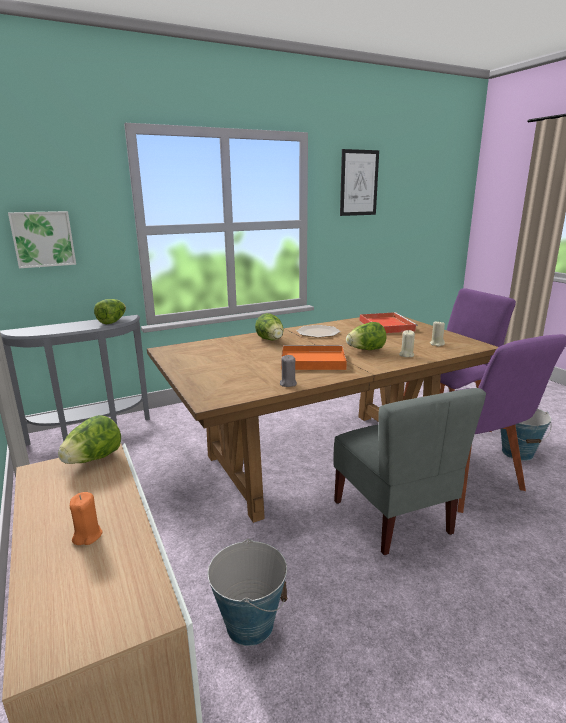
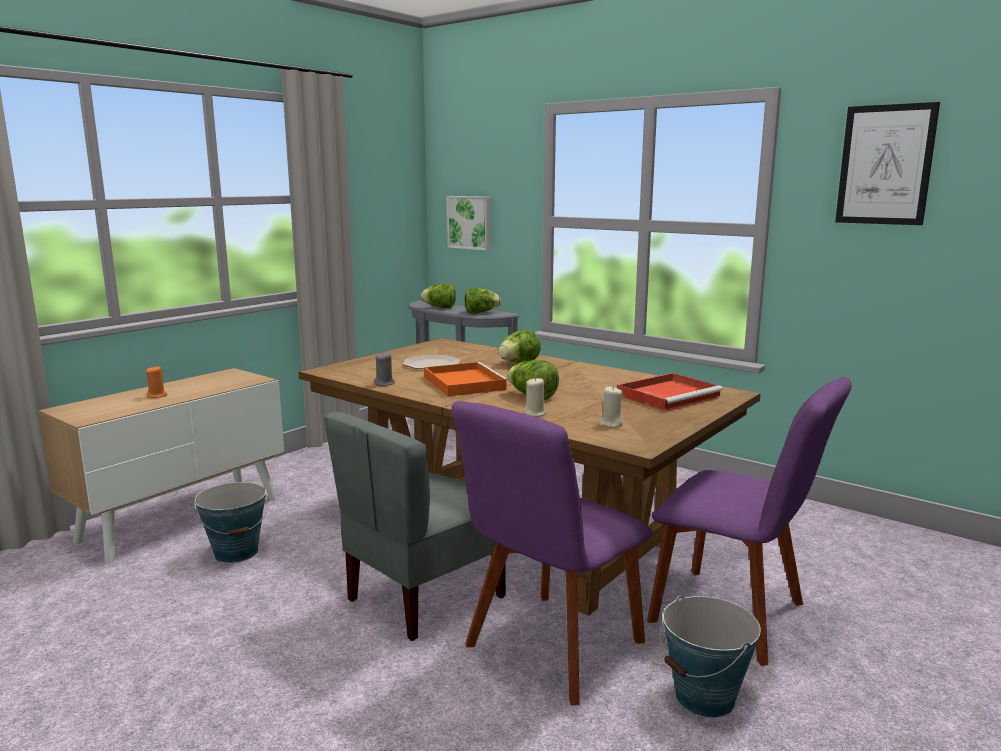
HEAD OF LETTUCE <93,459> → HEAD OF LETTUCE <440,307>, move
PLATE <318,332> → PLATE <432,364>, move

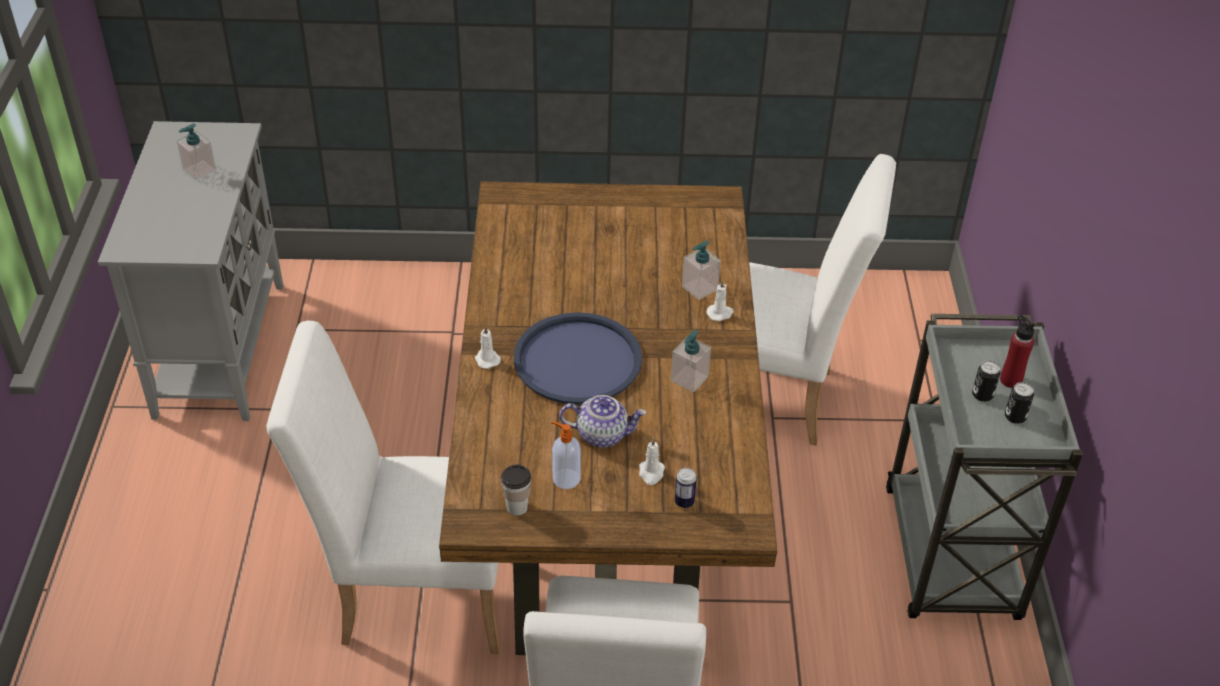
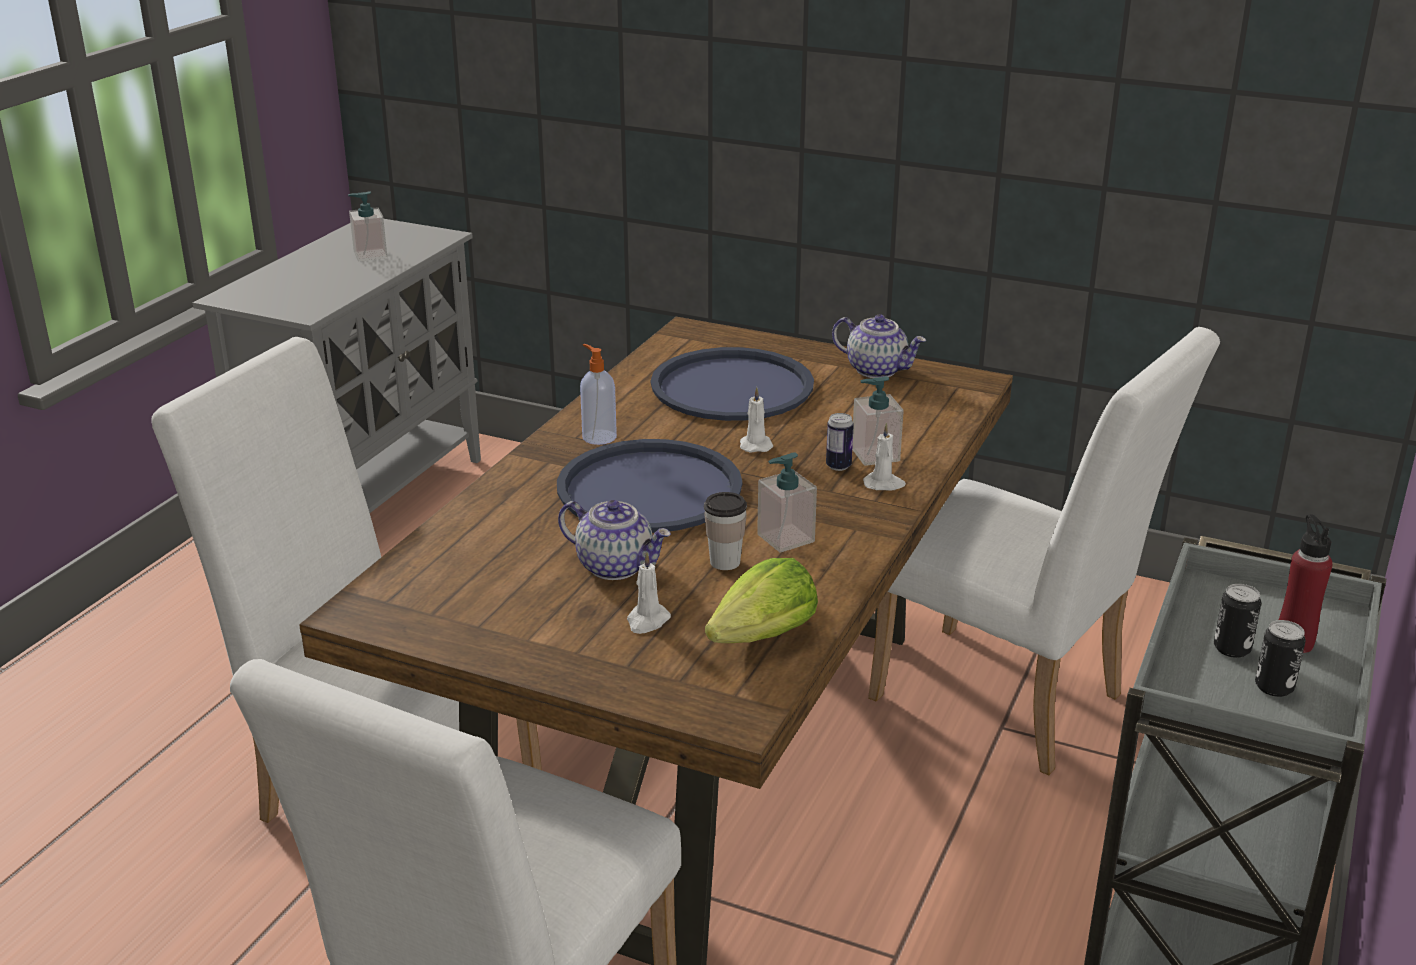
WHITE-COLOURED WAX LIGHT <486,359> → WHITE-COLOURED WAX LIGHT <755,445>, move
SMALL CUP <517,507> → SMALL CUP <725,562>, move
LIQUID SOAP BOTTLE <565,478> → LIQUID SOAP BOTTLE <598,437>, move
CAN <684,502> → CAN <838,466>, move
- → BLUE CARRYING TRAY <732,387>
- → HEAD OF LETTUCE <764,636>
- → TEAPOT <877,370>

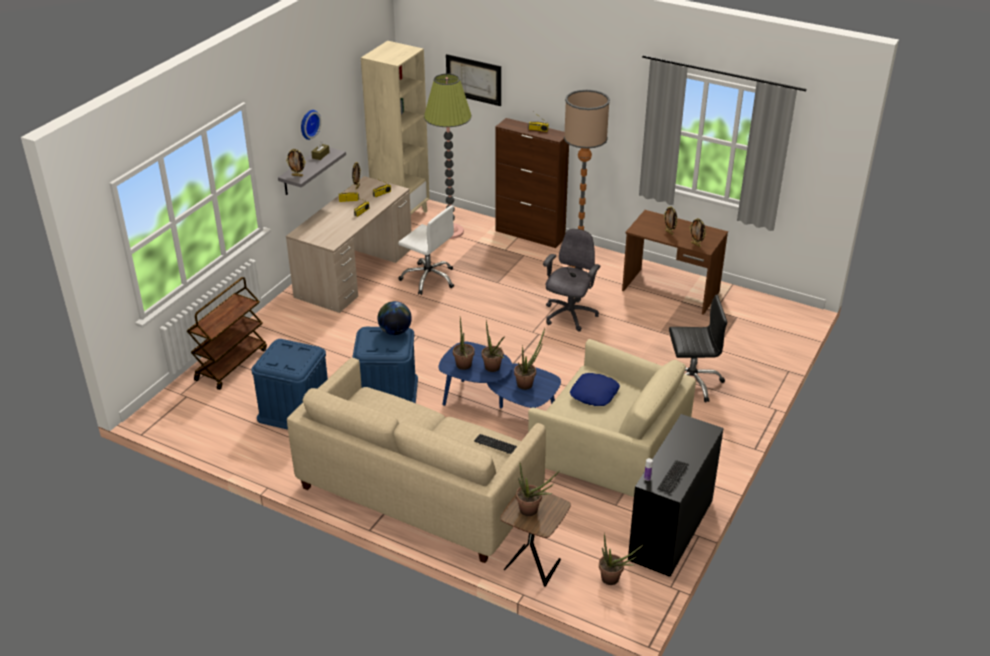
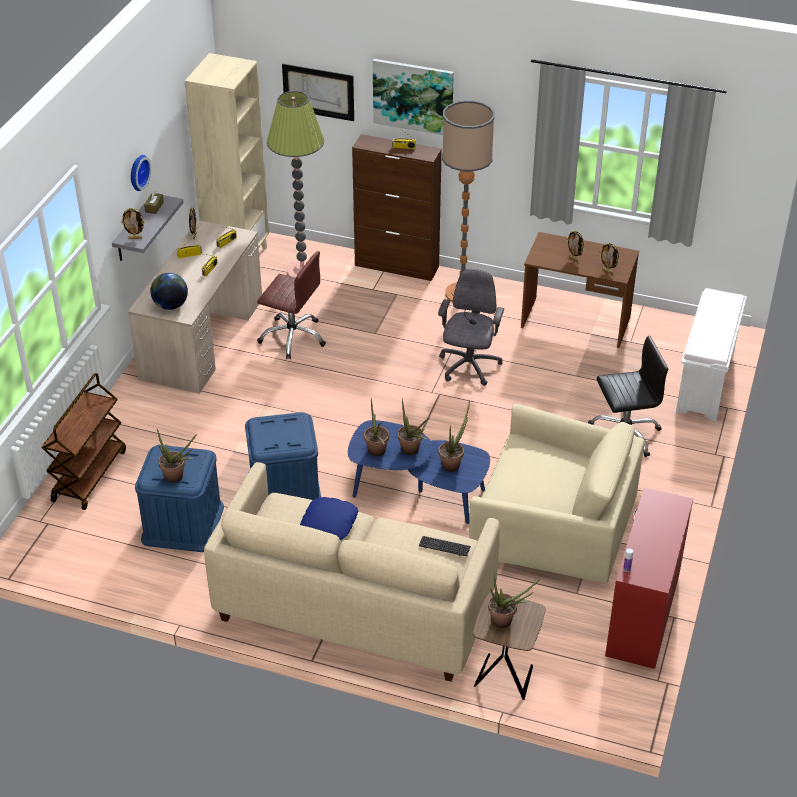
WORLD GLOBE <395,331> → WORLD GLOBE <170,305>, move
WHITE-COLOURED COMPUTER CHAIR <428,278> → BROWN-COLOURED COMPUTER CHAIR <293,337>
BLUE PILLOW <594,393> → BLUE PILLOW <328,523>, move
PLANT IN A POT <614,580> → PLANT IN A POT <177,477>, move
BLACKISH DESK TABLE <671,530> → RED-COLOURED DESK TABLE <643,614>
KEYBOARD <673,477> → -
- → PICTURE <413,96>
- → WHITE-COLOURED INDOOR BENCH <705,383>

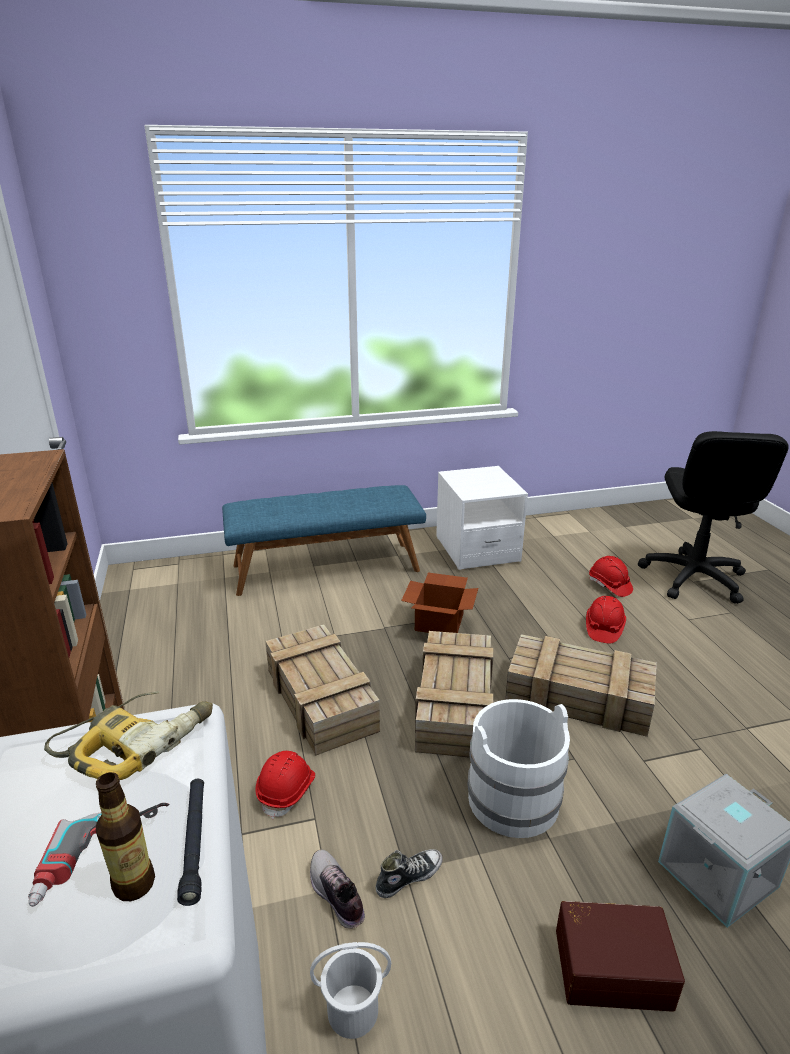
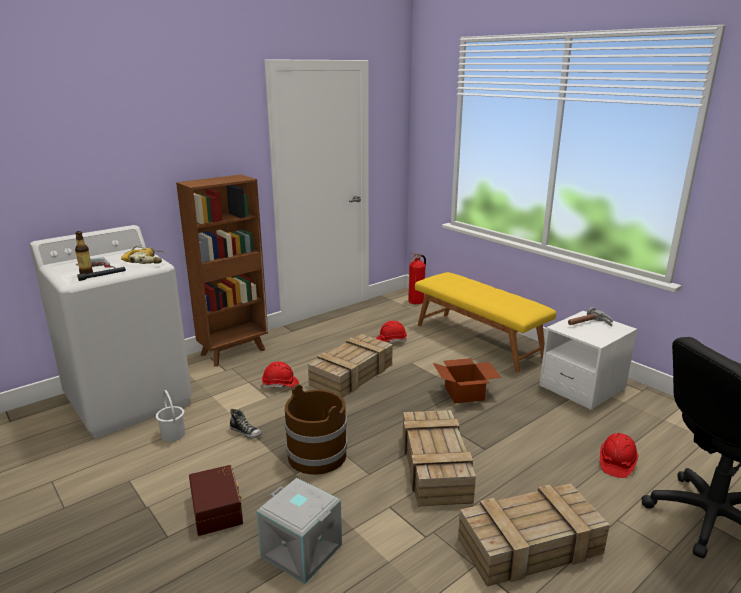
BLUE INDOOR BENCH <326,567> → YELLOW-COLOURED INDOOR BENCH <478,340>
SHOE <336,895> → -
CRATE <455,706> → CRATE <528,546>, move
WHITE-COLOURED WATER BUCKET <513,800> → BROWN-COLOURED WATER BUCKET <316,455>
RED-COLOURED HARD HAT <603,628> → RED-COLOURED HARD HAT <391,341>, move
- → EXTINGUISHER <416,301>
- → HAND HAMMER <589,324>

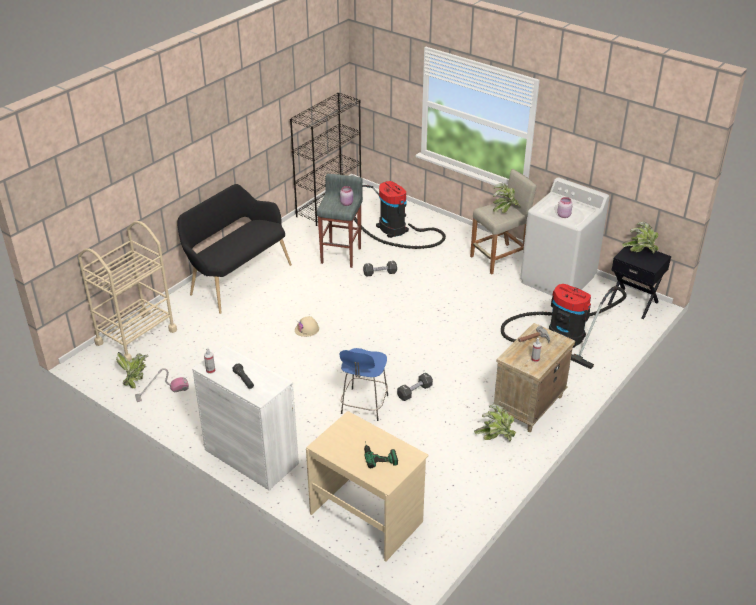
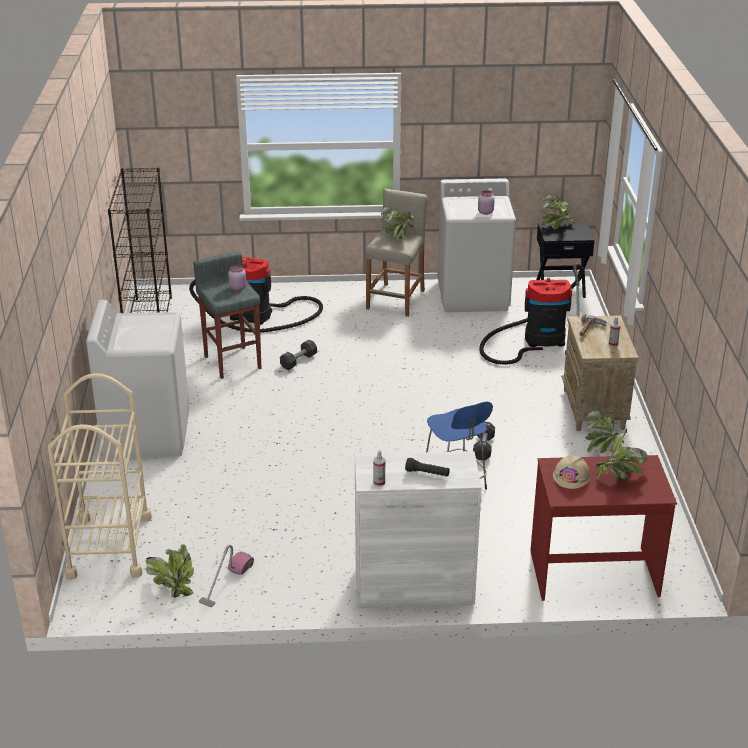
BLACKISH INDOOR BENCH <237,279> → WHITE-COLOURED LAUNDRY MACHINE <146,434>
SAND-COLOURED HARD HAT <307,329> → SAND-COLOURED HARD HAT <571,476>, move
SAND-COLOURED DESK TABLE <367,517> → RED-COLOURED DESK TABLE <593,572>
DRILL <379,454> → PLANT IN A POT <620,476>

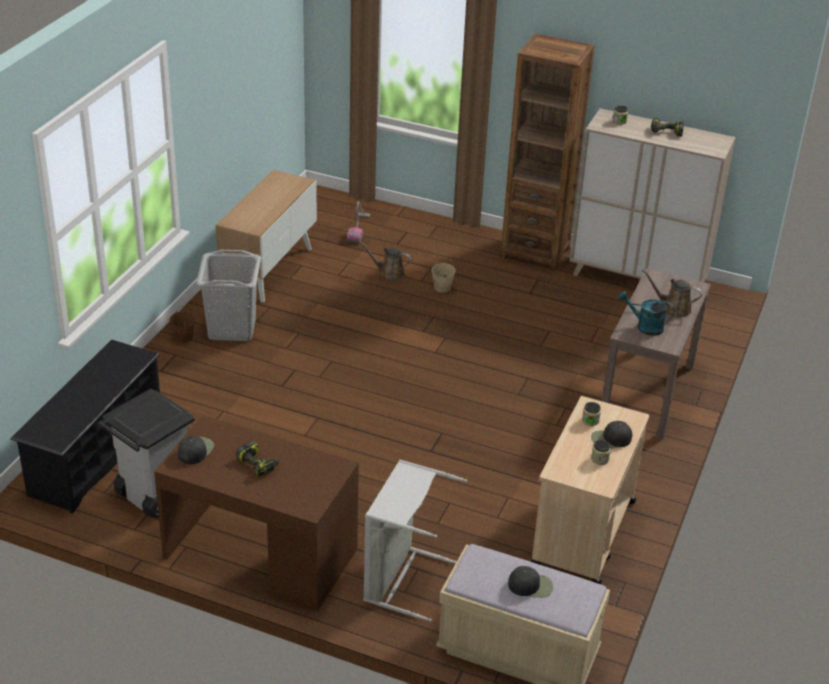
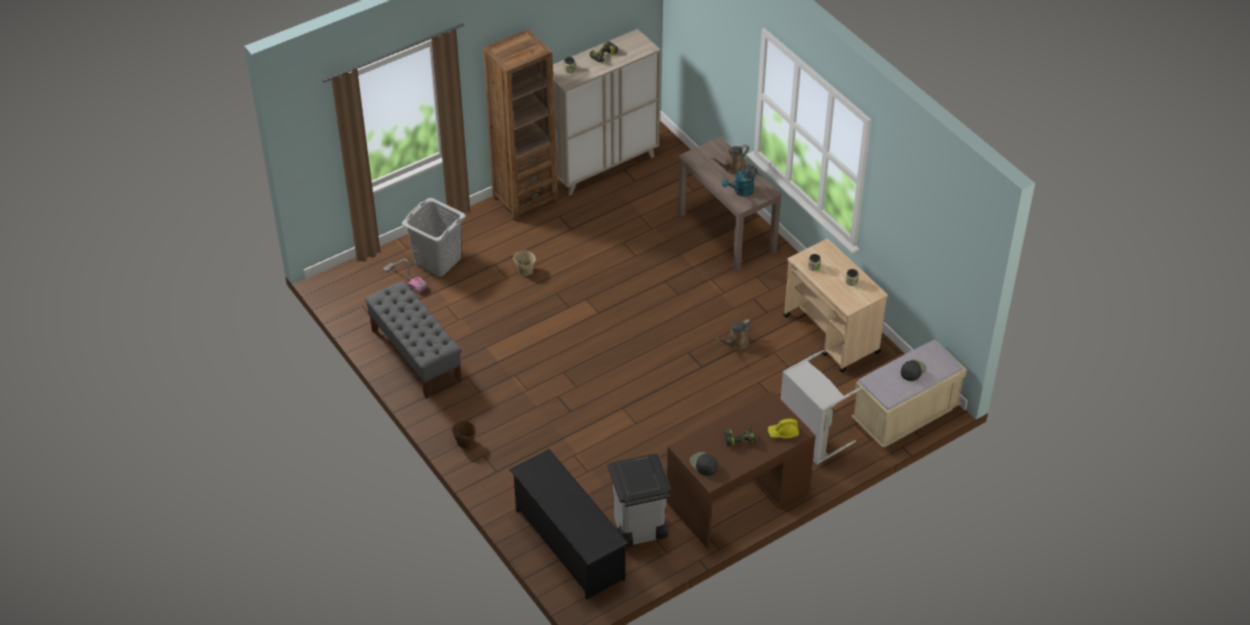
GREY WASHING BASKET <232,328> → GREY WASHING BASKET <438,261>, move
STORAGE CABINET <269,269> → GREY INDOOR BENCH <415,355>
BROWN-COLOURED SPRINKLING CAN <389,273> → BROWN-COLOURED SPRINKLING CAN <736,344>, move
BLACKISH CAP <611,439> → -
- → YELLOW-COLOURED HARD HAT <783,432>

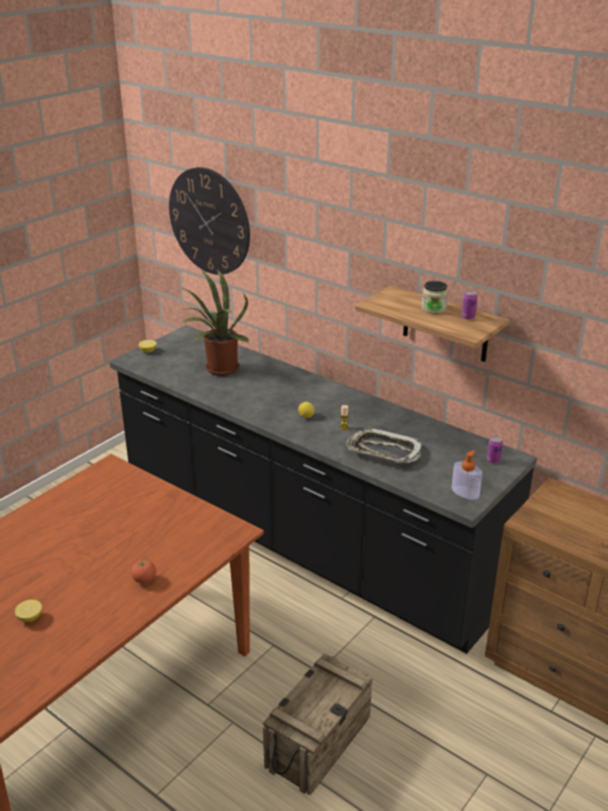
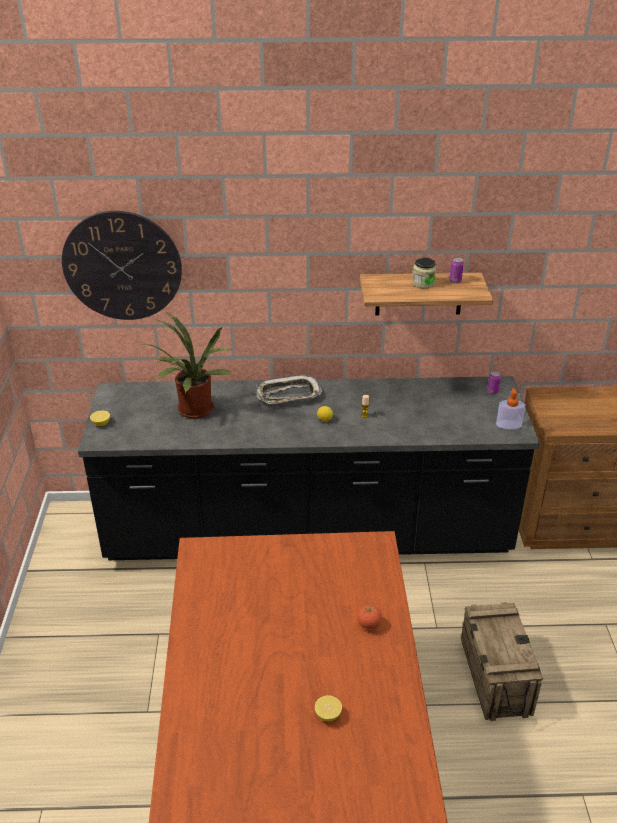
CARRYING TRAY <383,451> → CARRYING TRAY <288,395>, move

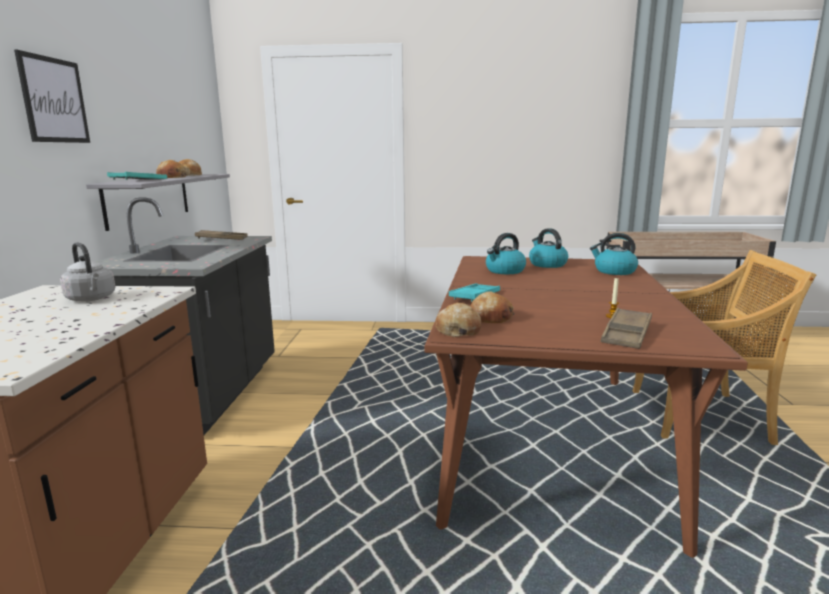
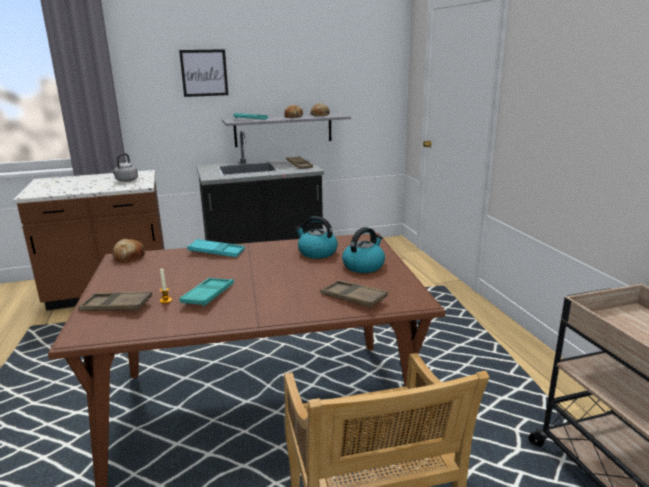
BAKED BREAD <490,317> → -
WATER KETTLE <614,271> → BROWN-COLOURED CARRYING TRAY <353,298>
- → TURQUOISE-COLOURED CARRYING TRAY <208,295>

